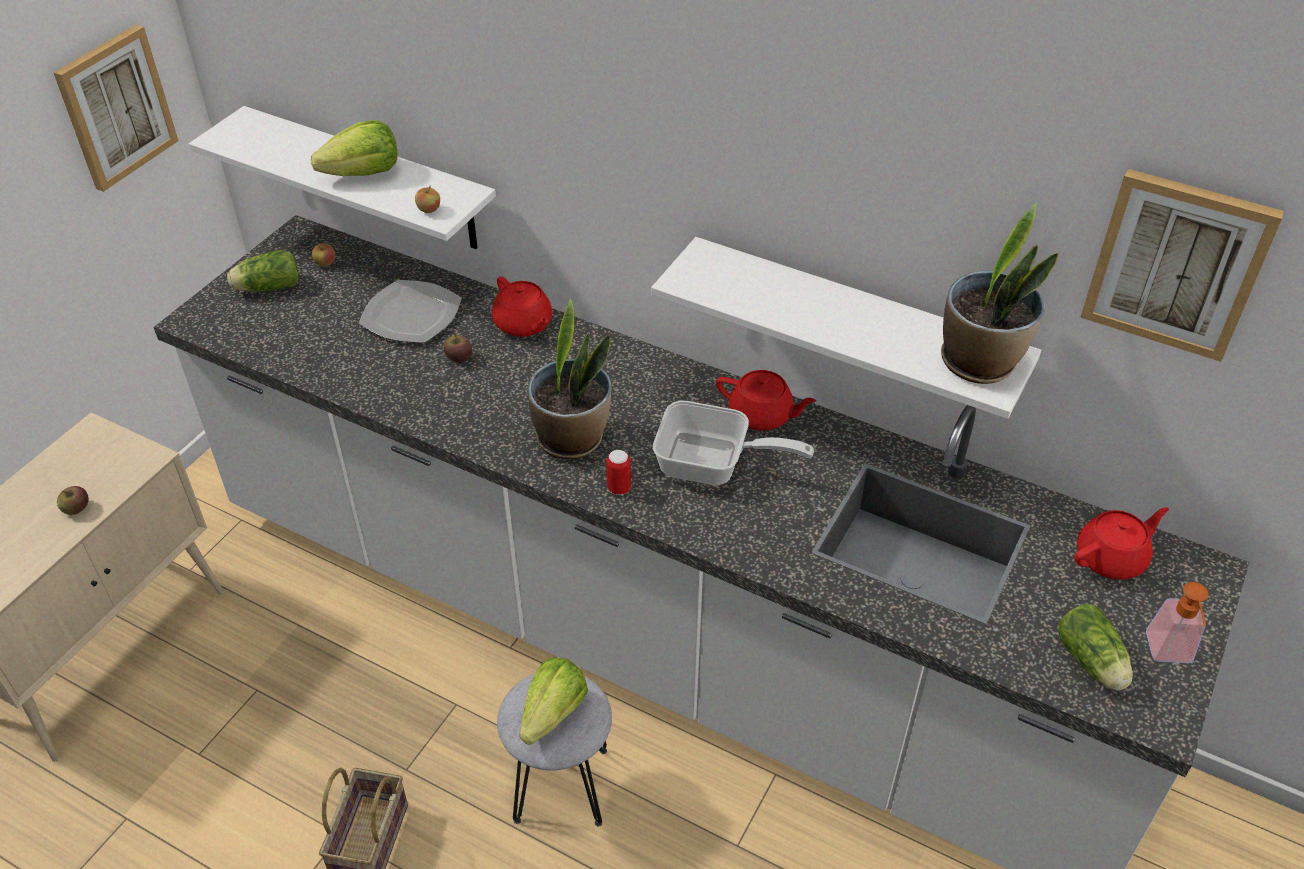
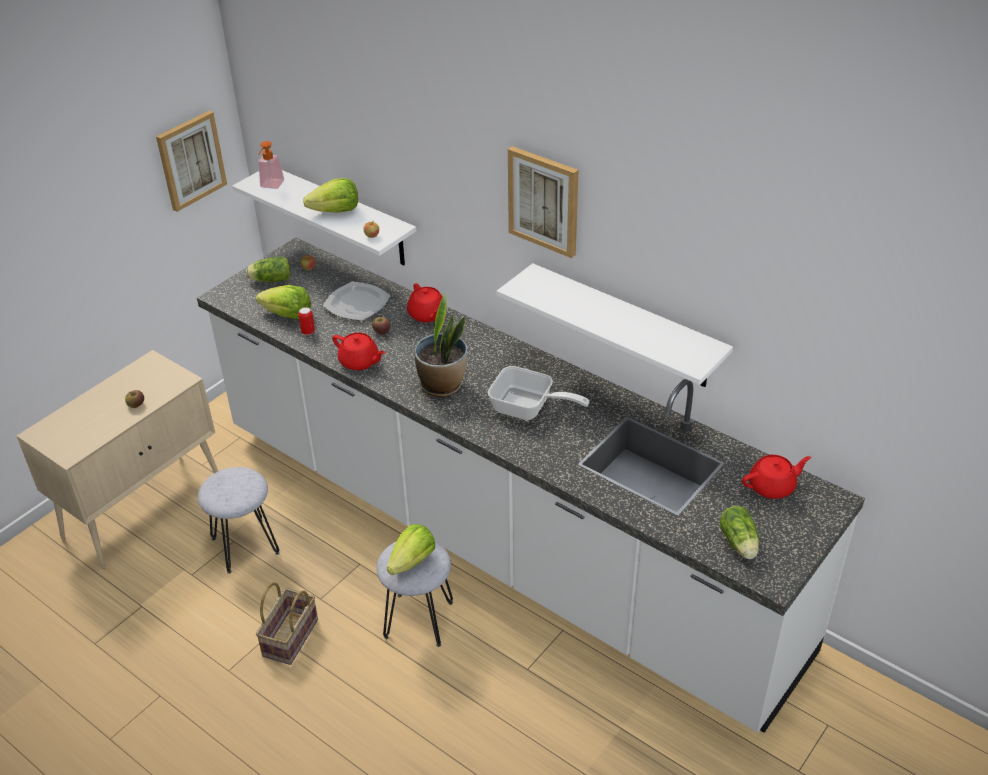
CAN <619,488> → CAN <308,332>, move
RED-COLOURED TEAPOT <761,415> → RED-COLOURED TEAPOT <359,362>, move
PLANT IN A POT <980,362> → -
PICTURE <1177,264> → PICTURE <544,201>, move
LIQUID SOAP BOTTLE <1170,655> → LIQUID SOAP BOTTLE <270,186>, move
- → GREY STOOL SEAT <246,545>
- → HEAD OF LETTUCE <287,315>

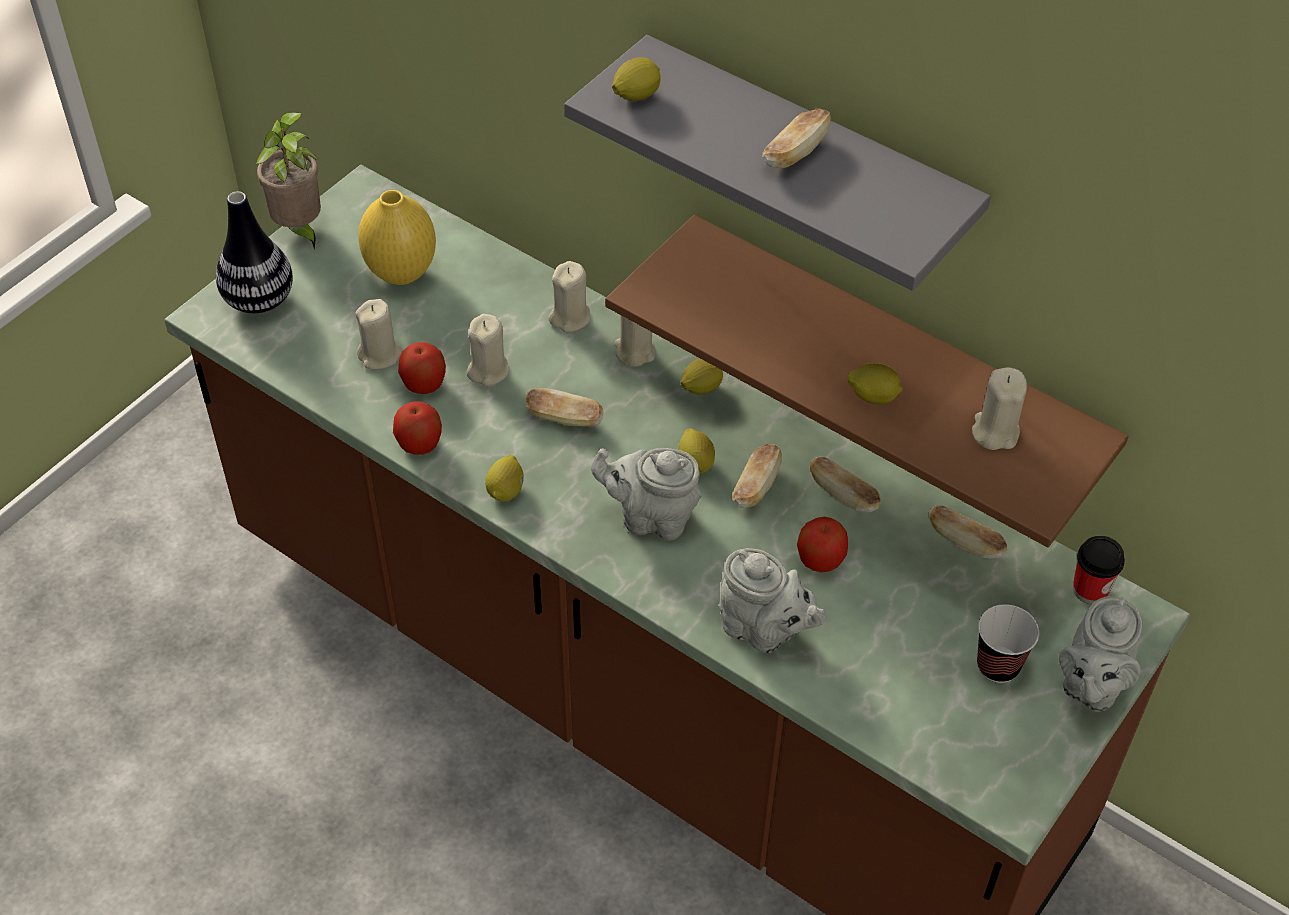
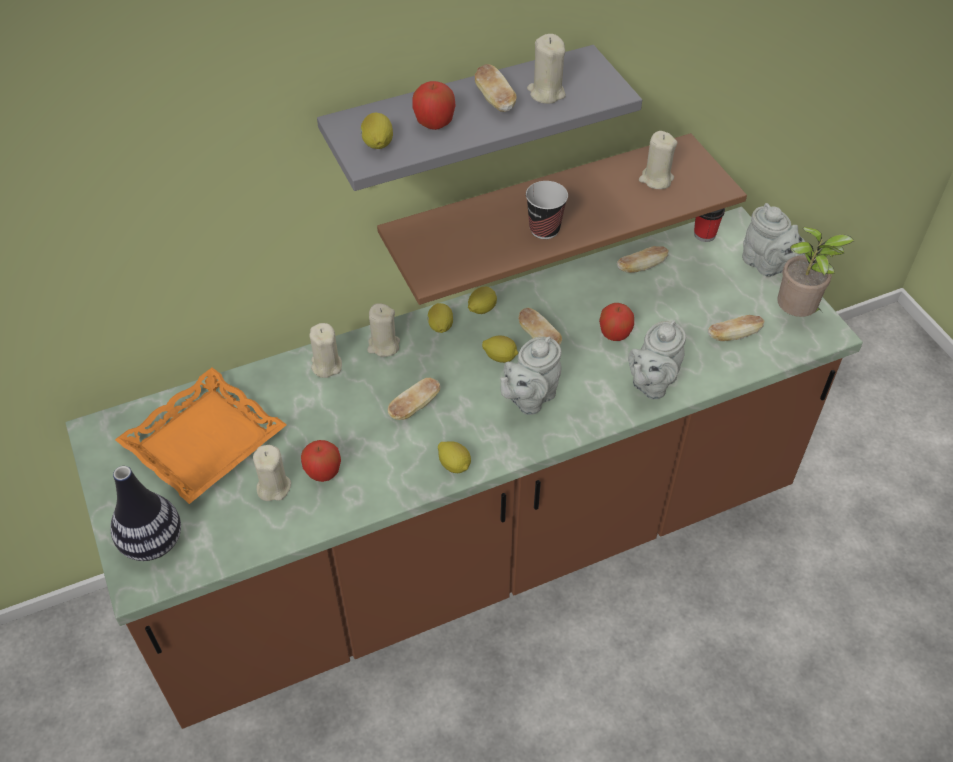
PLANT IN A POT <299,229> → PLANT IN A POT <796,314>, move
YELLOW-COLOURED VASE <402,273> → ORANGE CARRYING TRAY <204,441>
APPLE <419,444> → APPLE <434,123>, move
SAND-COLOURED WAX LIGHT <488,370> → SAND-COLOURED WAX LIGHT <546,93>, move
GREY TEAPOT <764,631> → GREY TEAPOT <651,383>, 150 degrees clockwise
BAKED BREAD <843,495> → BAKED BREAD <733,335>, move
CITRUS FRUIT <873,396> → CITRUS FRUIT <481,309>, move
SMALL CUP <998,666> → SMALL CUP <544,229>, move

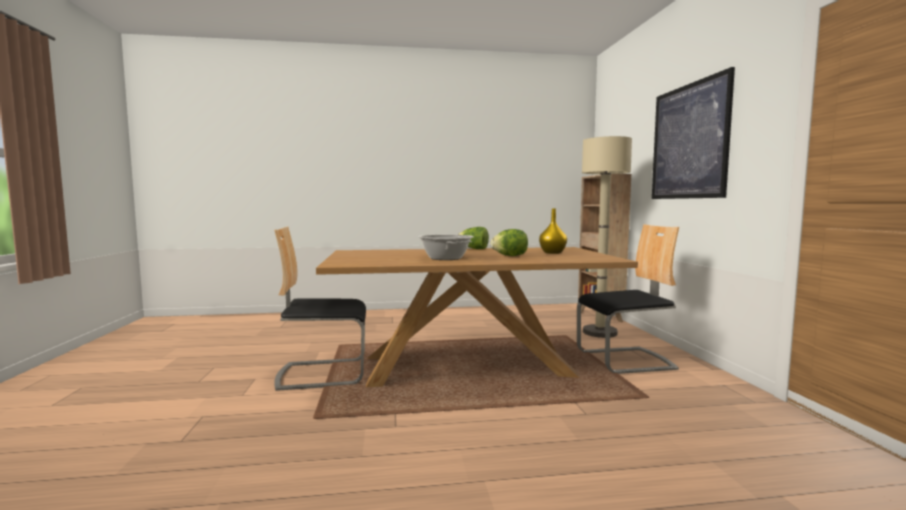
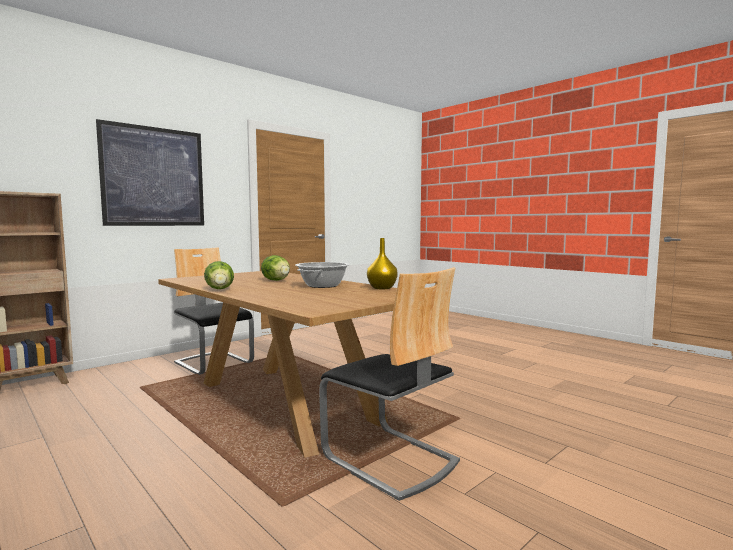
YELLOW-COLOURED VASE <552,253> → YELLOW-COLOURED VASE <382,288>, move
SAND-COLOURED STANDARD LAMP <600,332> → -

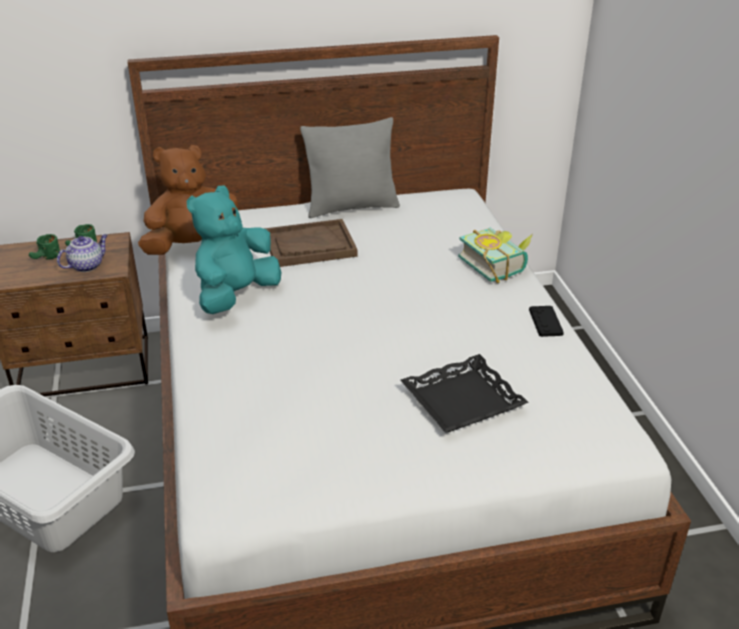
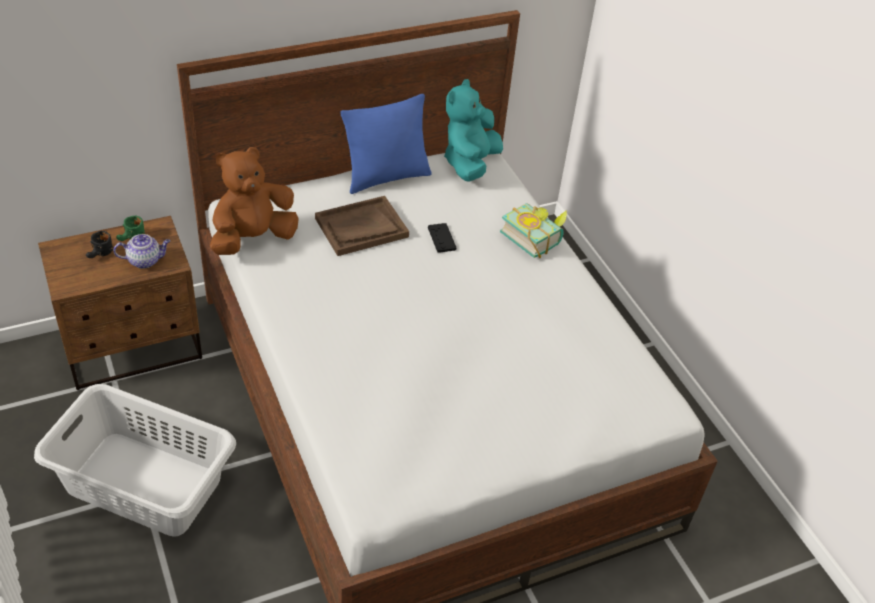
GREENISH COFFEE MUG <46,258> → BLACKISH COFFEE MUG <100,255>
TEAPOT <87,265> → TEAPOT <145,260>, 45 degrees clockwise
TURQUOISE-COLOURED CUDDLY TOY <236,296> → TURQUOISE-COLOURED CUDDLY TOY <470,164>, move
GREY PILLOW <351,207> → BLUE PILLOW <386,177>
BLACKISH CARRYING TRAY <462,400> → -
BLACKISH GAMEPAD <545,322> → BLACKISH GAMEPAD <441,238>, move

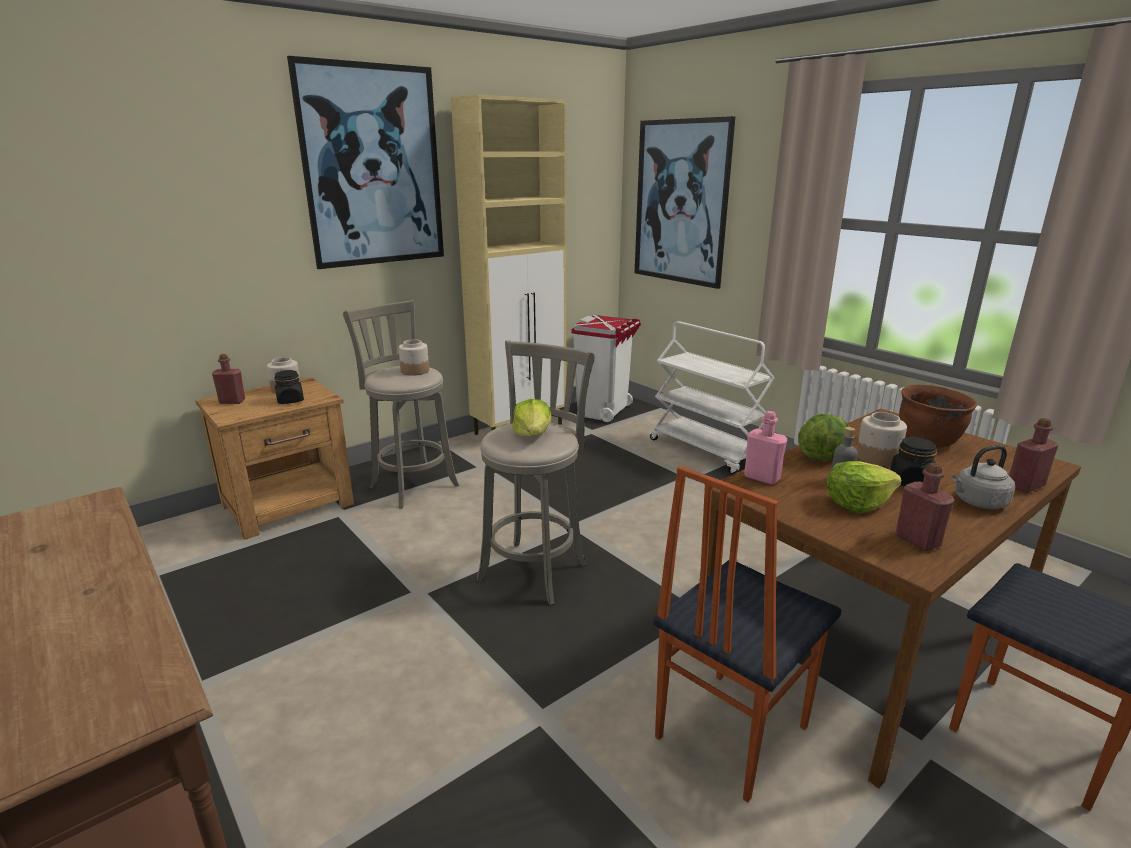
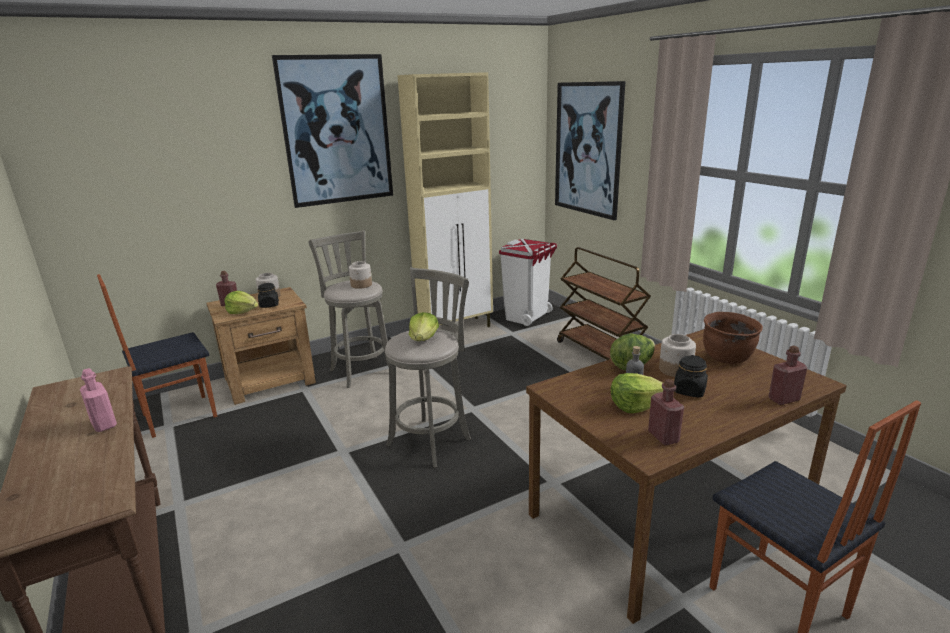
WHITE-COLOURED CART <706,451> → BROWN-COLOURED CART <600,353>
UPRIGHT CHAIR <728,731> → UPRIGHT CHAIR <179,415>, move
PINK-COLOURED BOTTLE <762,478> → PINK-COLOURED BOTTLE <104,424>, move
GREY WATER KETTLE <977,502> → -
- → HEAD OF LETTUCE <243,312>

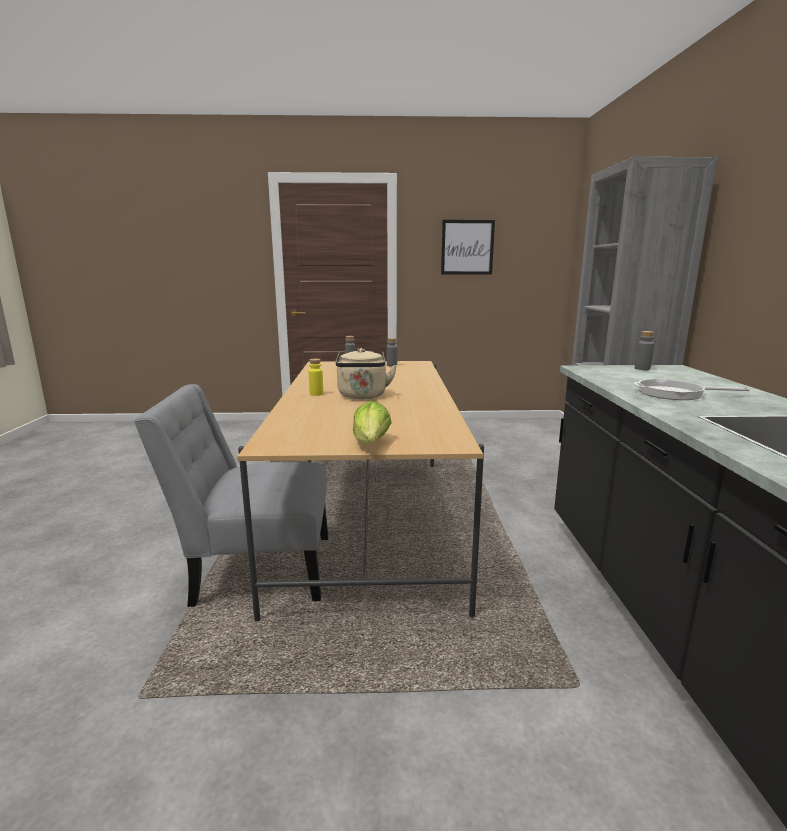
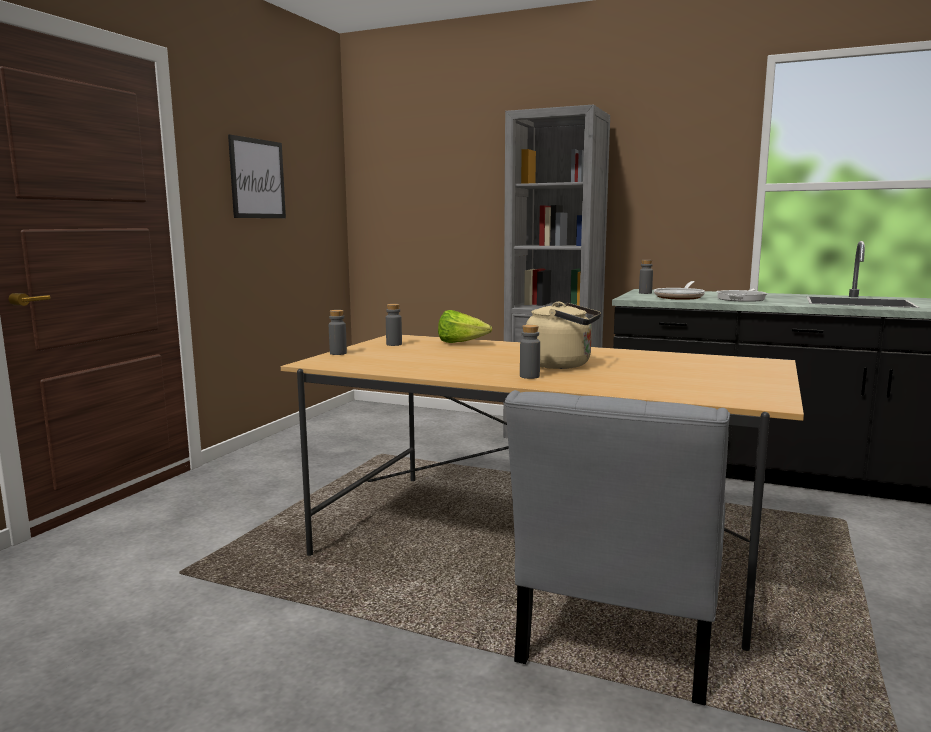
YELLOW-COLOURED BOTTLE <316,394> → GREY BOTTLE <529,376>
HEAD OF LETTUCE <371,444> → HEAD OF LETTUCE <461,343>, move
- → SKILLET <680,297>

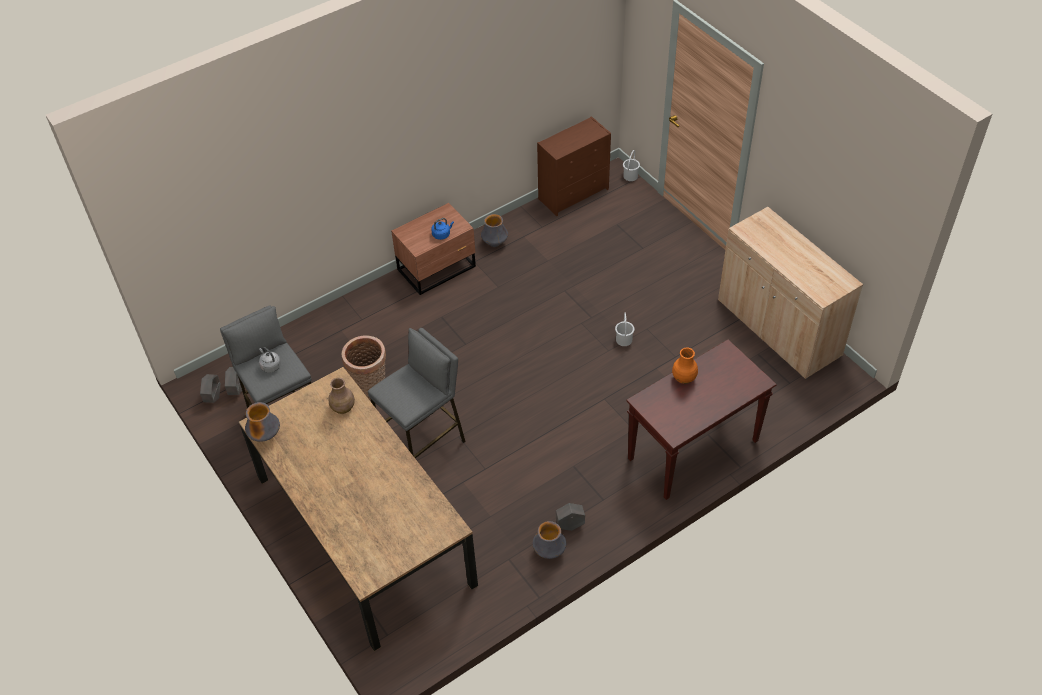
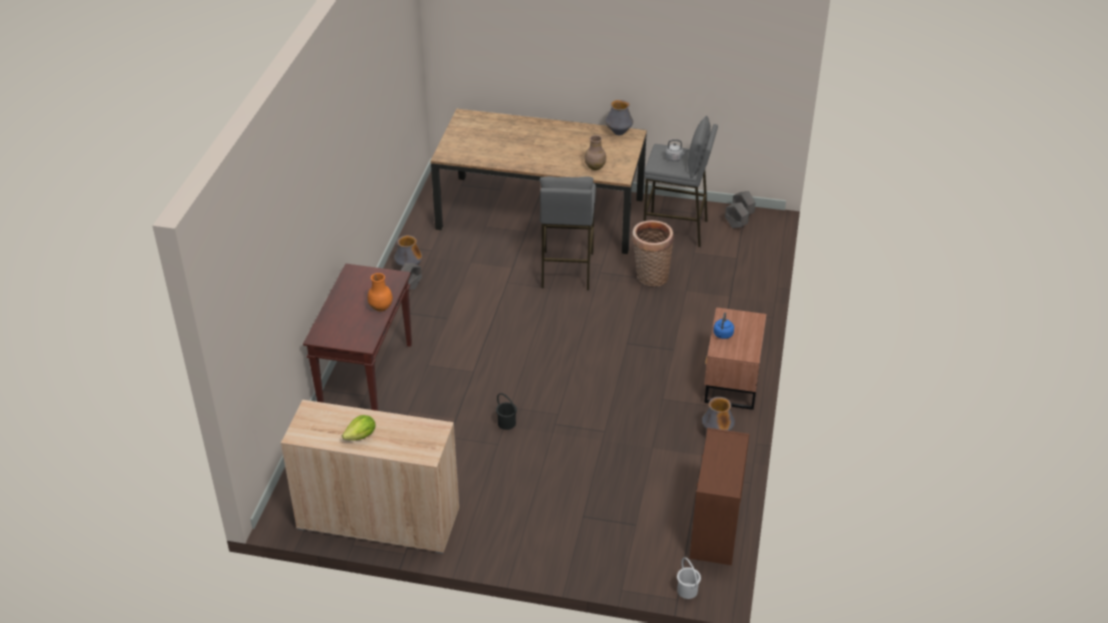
WHITE-COLOURED WATER BUCKET <624,340> → BLACKISH WATER BUCKET <506,423>
- → HEAD OF LETTUCE <361,436>

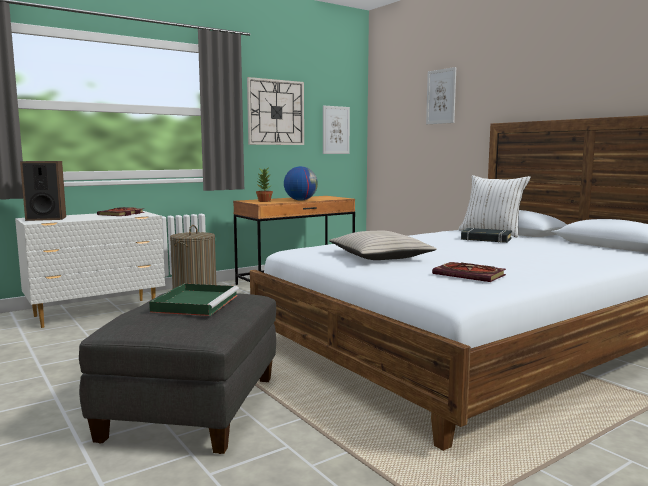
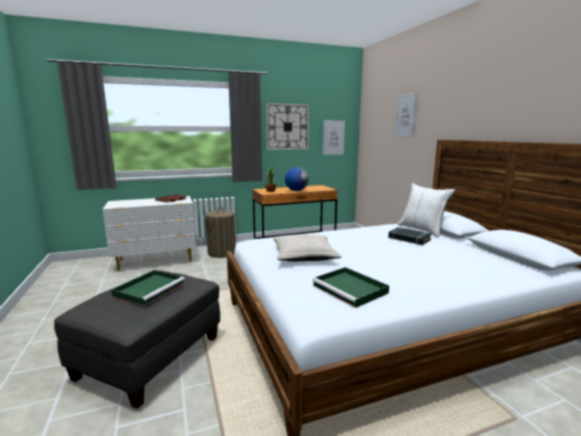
LOUDSPEAKER <46,218> → -
VOLUME <471,275> → GREENISH CARRYING TRAY <351,289>

